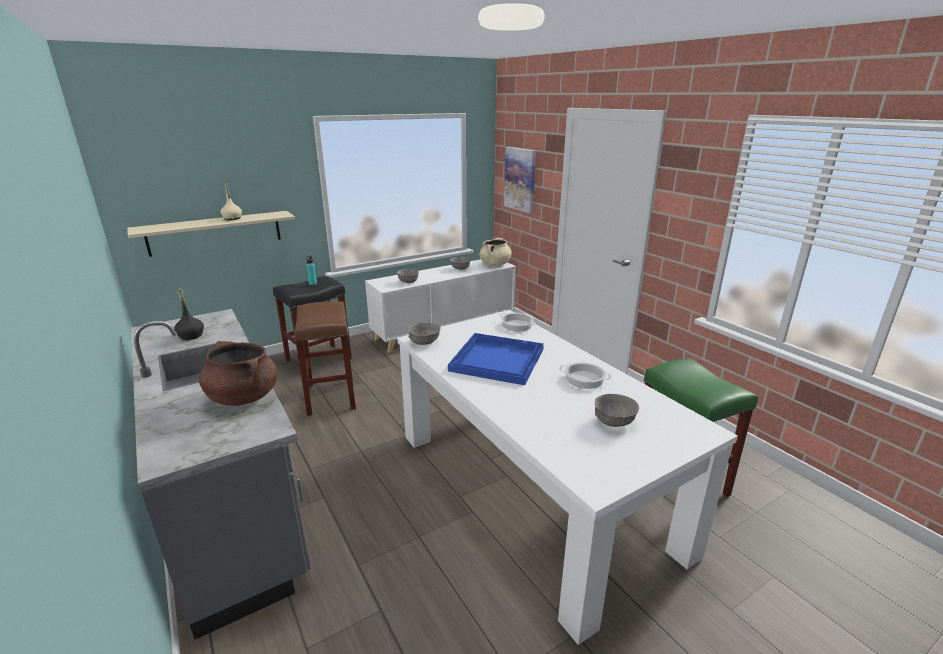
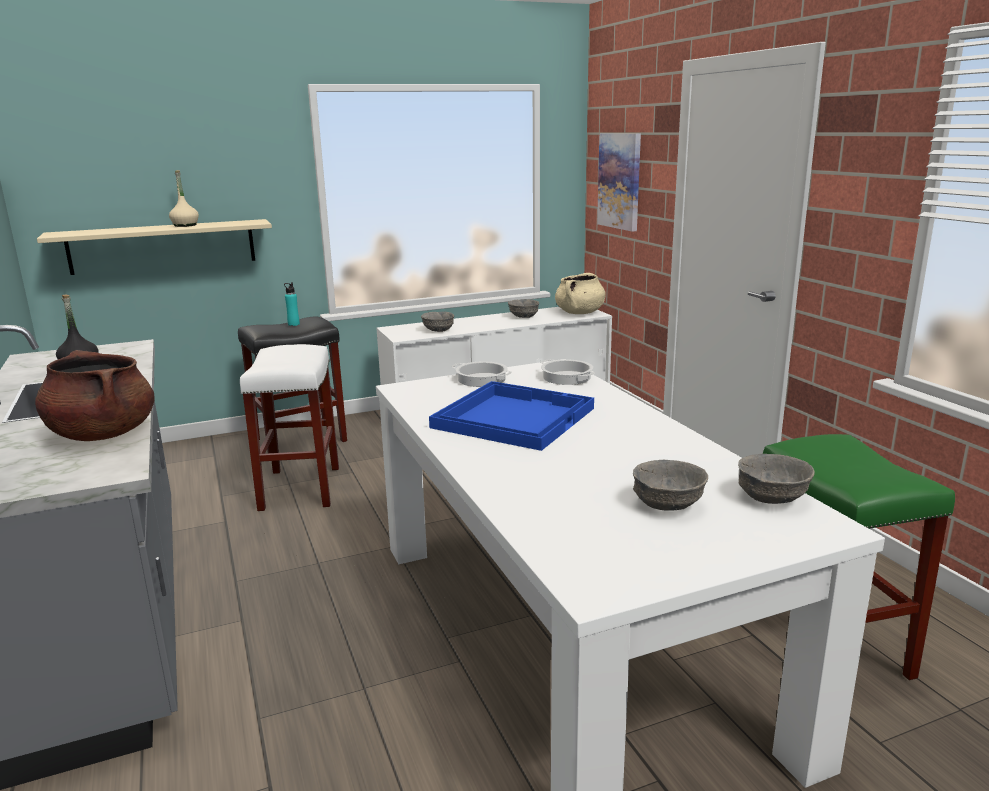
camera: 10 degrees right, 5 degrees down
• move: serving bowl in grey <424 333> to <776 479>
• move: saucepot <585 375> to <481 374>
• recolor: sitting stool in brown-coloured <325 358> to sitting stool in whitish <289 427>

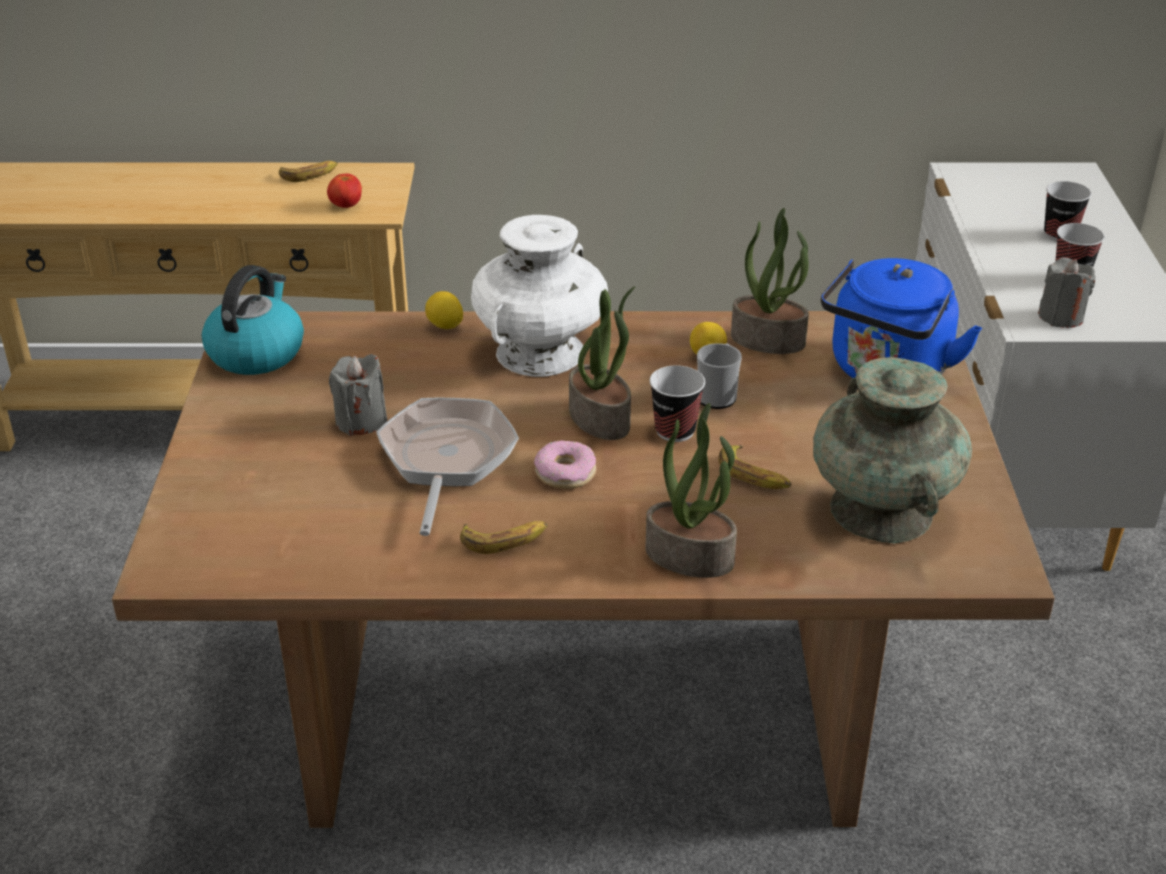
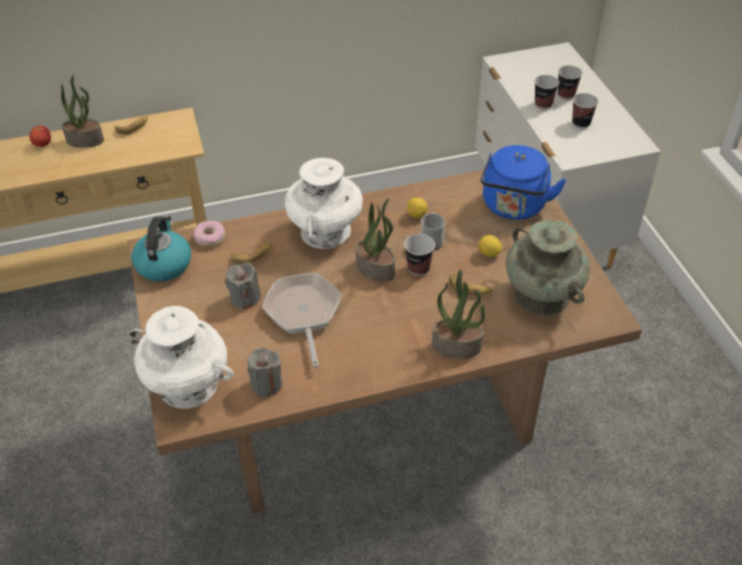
camera: 15 degrees left, 10 degrees up
• insert: decorative vase in whitish <182 357>
• insert: small cup <547 92>
• move: tomato <344 190> to <40 136>
• move: whole lemon <444 310> to <490 246>
• move: banana fruit <504 537> to <251 254>
• move: doughnut <565 464> to <209 234>
• move: plant in a pot <770 281> to <82 111>
• move: candle in grey <1067 292> to <264 372>

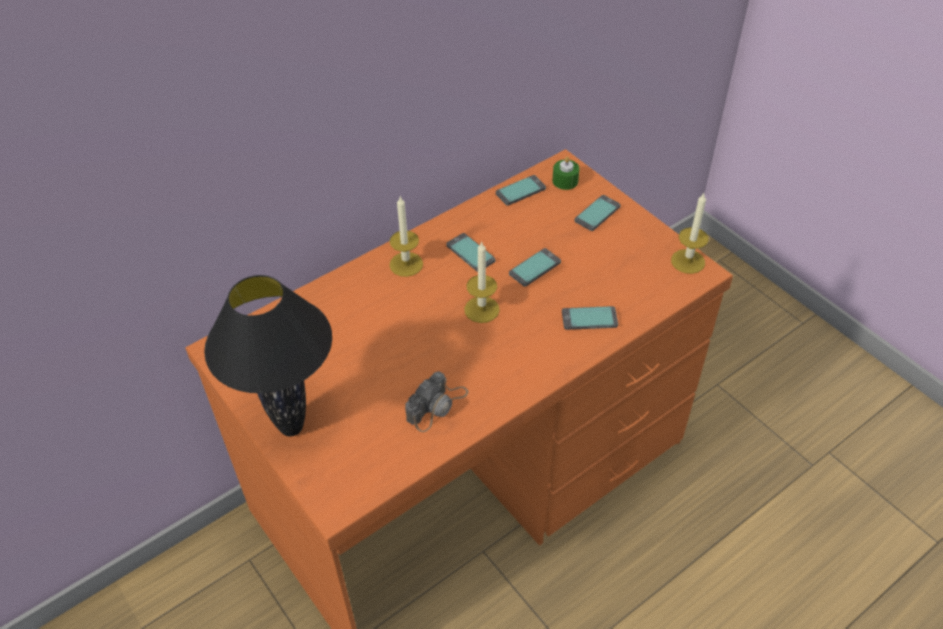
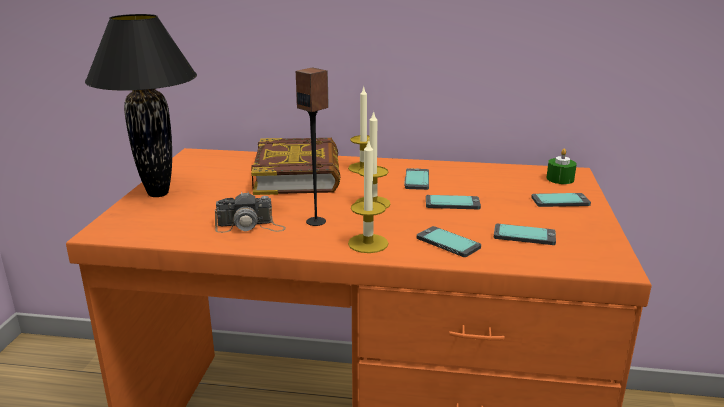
camera: 45 degrees right, 25 degrees down
• insert: book <295 166>
• insert: audio speaker <312 146>
• move: handset <521 190> to <524 234>
• move: candle <689 233> to <368 196>

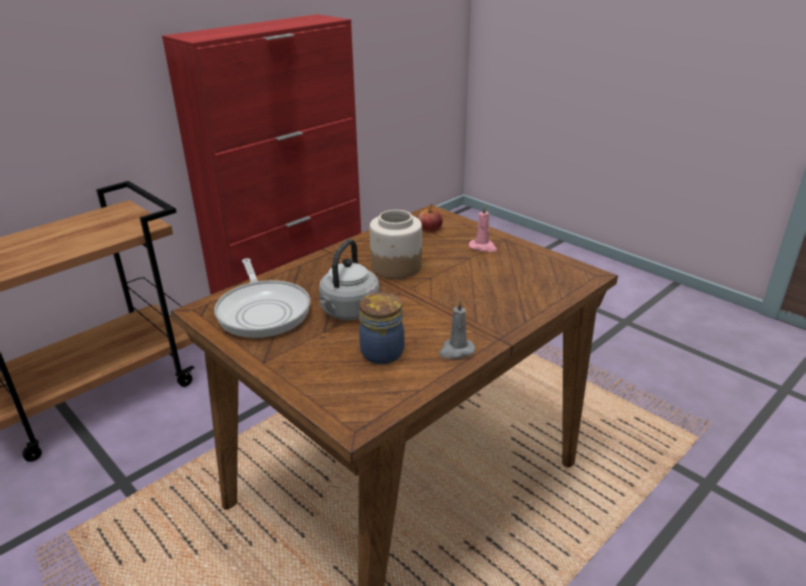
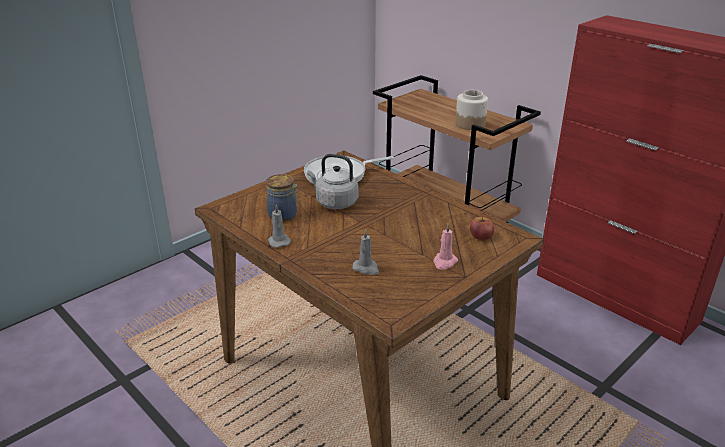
camera: 90 degrees right, 0 degrees up
• insert: candle in grey <366 252>
• move: jar <396 244> to <471 110>

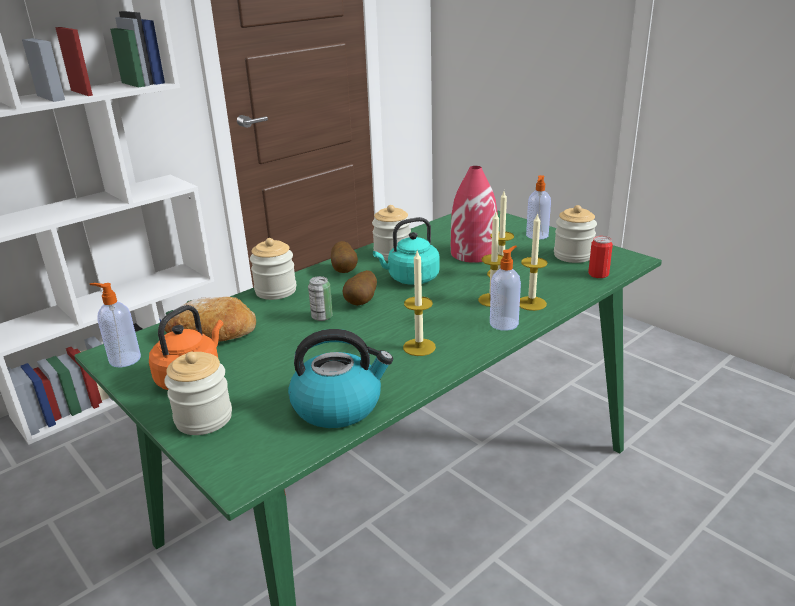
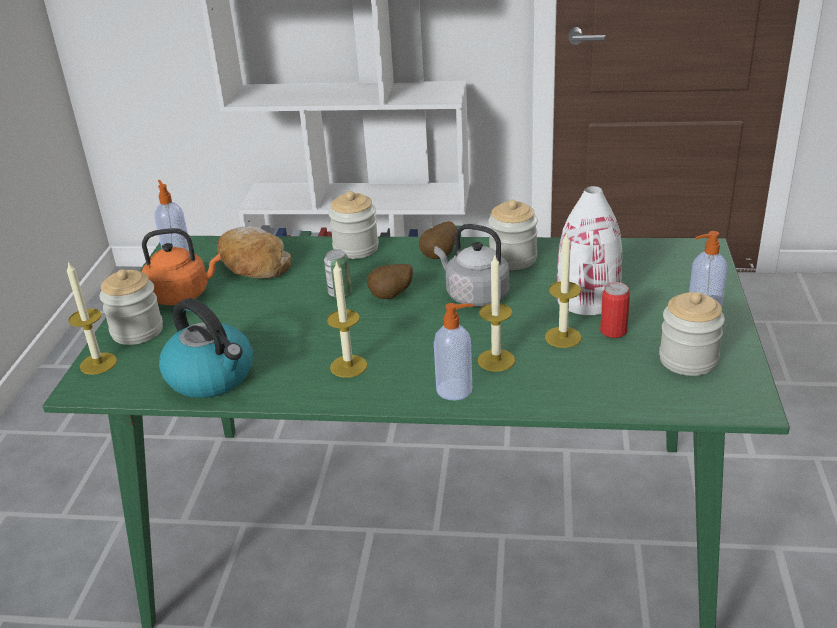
camera: 50 degrees right, 5 degrees up
• move: candle <534 262> to <92 318>
• move: can <600 257> to <615 310>
• recolor: kettle in blue-green <406 251> to kettle in grey <472 265>
• recolor: decorative vase in reddish <474 214> to decorative vase in whitish <589 250>

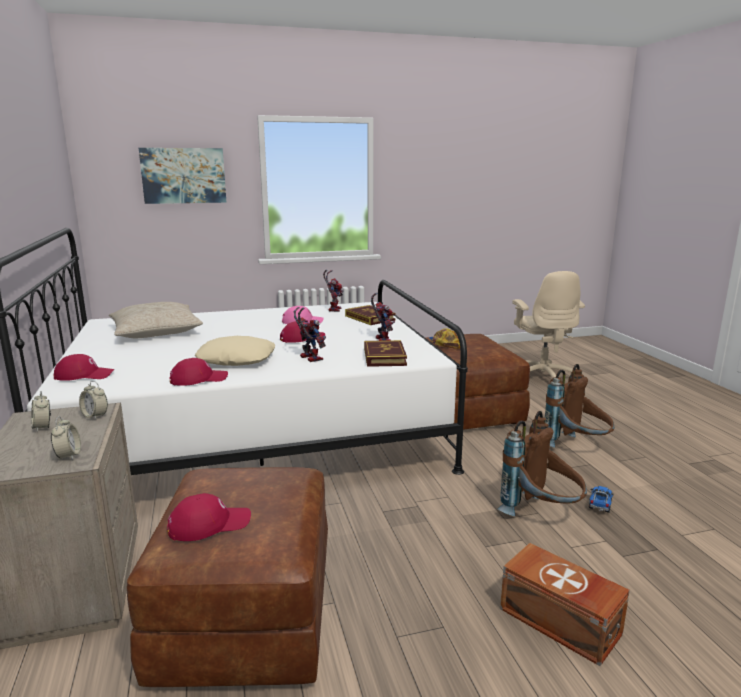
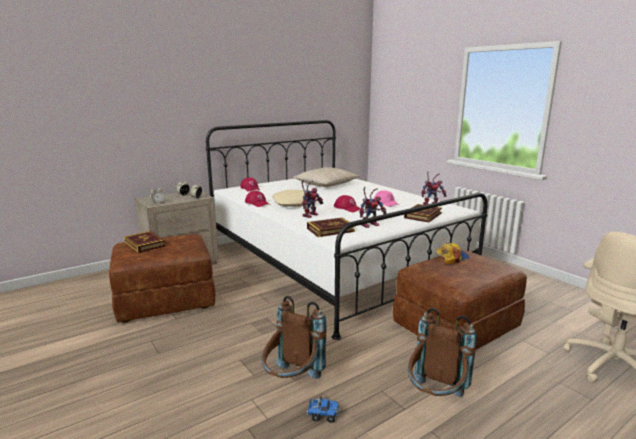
camera: 70 degrees right, 0 degrees up
• delete: wall picture <183 176>
• delete: storage bin in brown-coloured <565 604>
• replace: cap in reddish <209 517> to book <145 242>

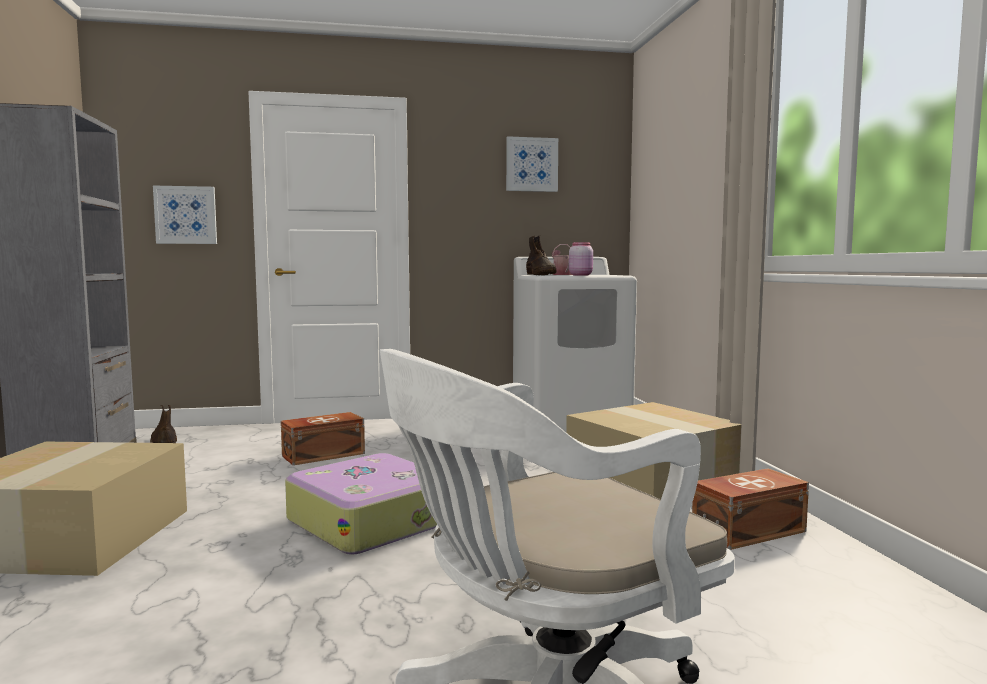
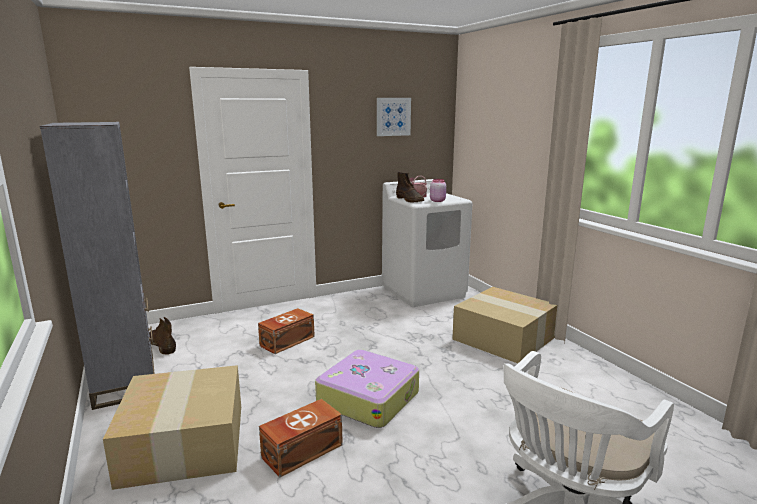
camera: 15 degrees left, 10 degrees up
• delete: wall picture <185 214>
• move: storage bin in brown-coloured <750 509> to <301 438>

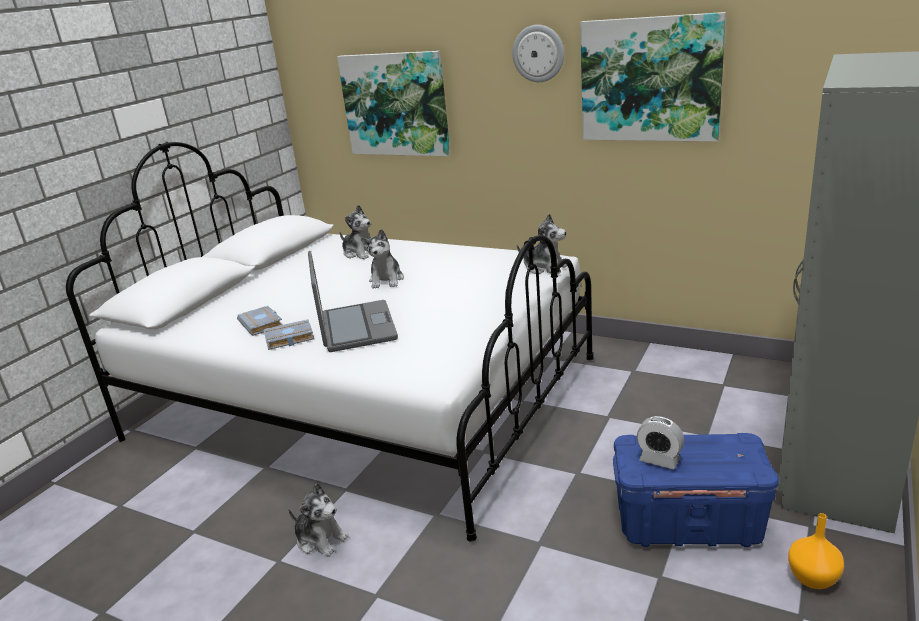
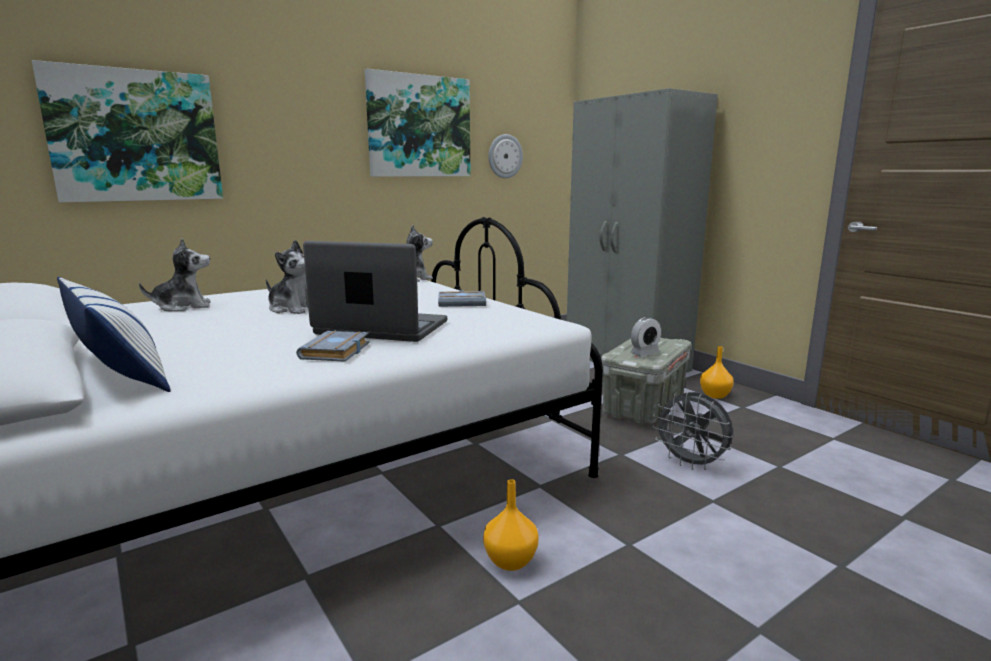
camera: 65 degrees left, 10 degrees down
• insert: cushion <114 334>
• insert: fan in grey <692 430>
• move: book in grey <260 321> to <462 298>
• move: clock on the wall <538 53> to <506 156>
• replace: soft toy <318 520> to decorative vase in orangey <511 525>
• recolor: storage bin in bluish <696 490> to storage bin in grey <646 381>

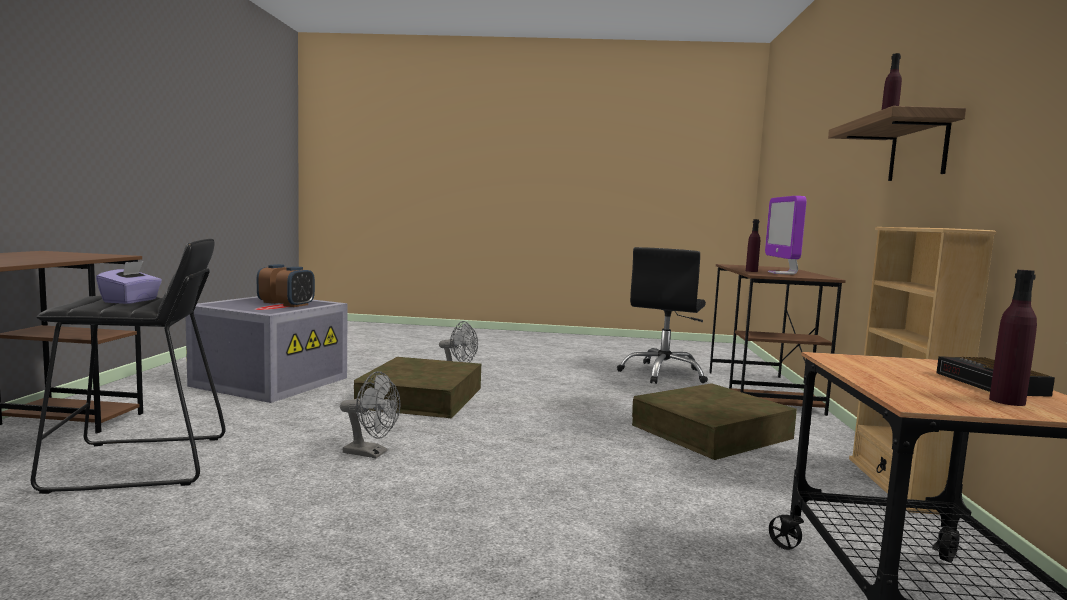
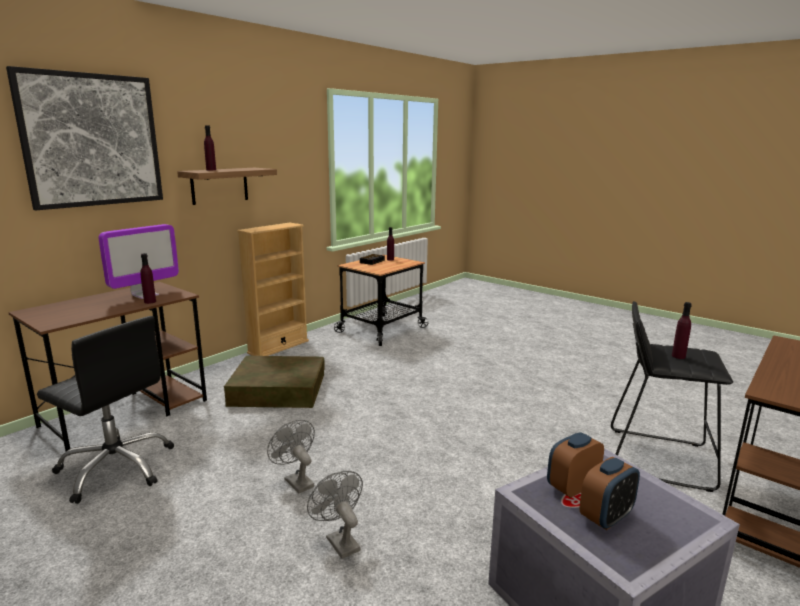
camera: 145 degrees left, 10 degrees up
• delete: storage bin in brown-coloured <417 387>
• insert: wall picture <84 138>
• move: fan in grey <370 414> to <291 457>
• replace: tissue holder in purple <129 282> to bottle in purple <682 330>
• rotate: desk chair in blackish <662 315> = <105 410> 60 degrees clockwise

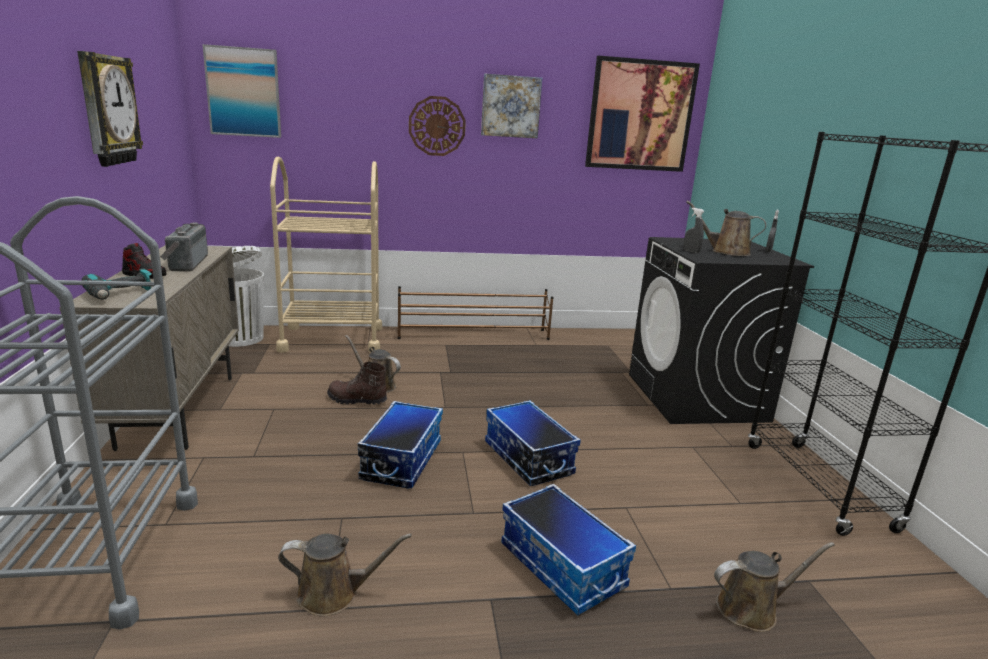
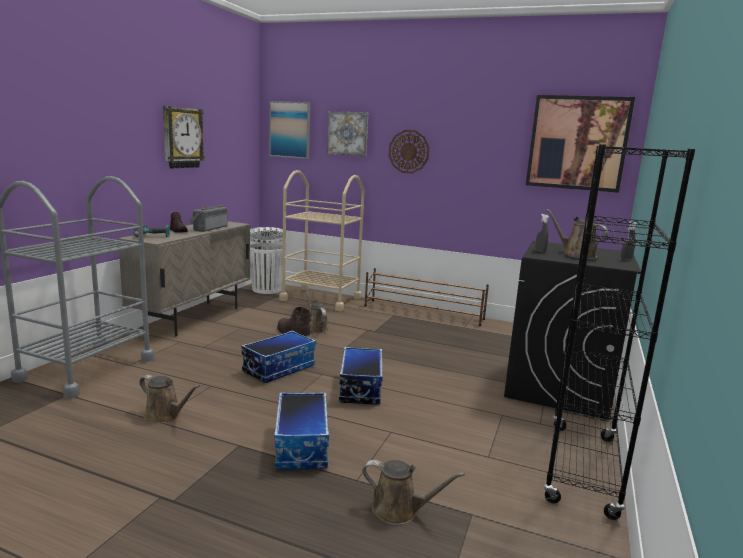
camera: 30 degrees right, 5 degrees down
• move: wall picture <511 106> to <347 133>

